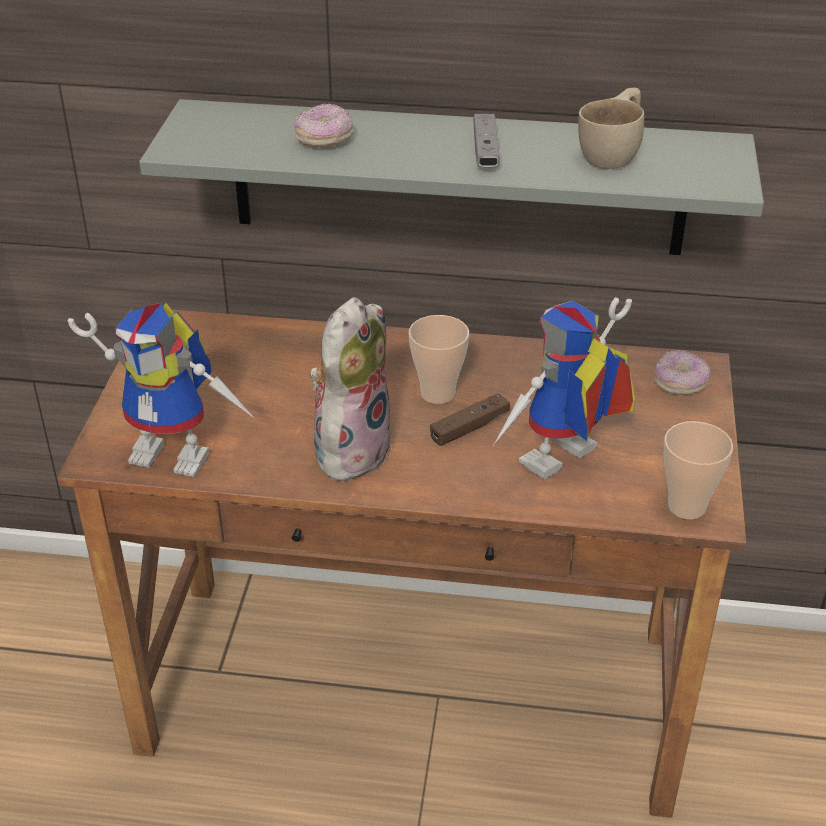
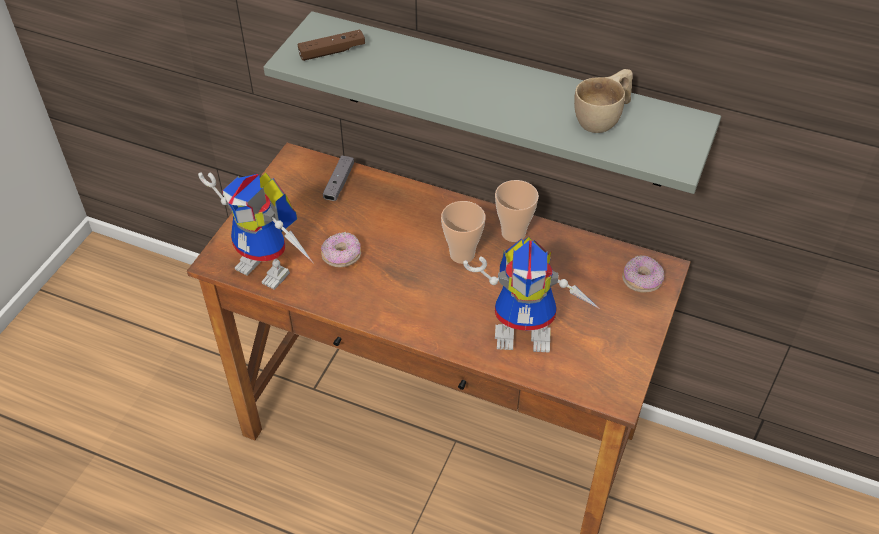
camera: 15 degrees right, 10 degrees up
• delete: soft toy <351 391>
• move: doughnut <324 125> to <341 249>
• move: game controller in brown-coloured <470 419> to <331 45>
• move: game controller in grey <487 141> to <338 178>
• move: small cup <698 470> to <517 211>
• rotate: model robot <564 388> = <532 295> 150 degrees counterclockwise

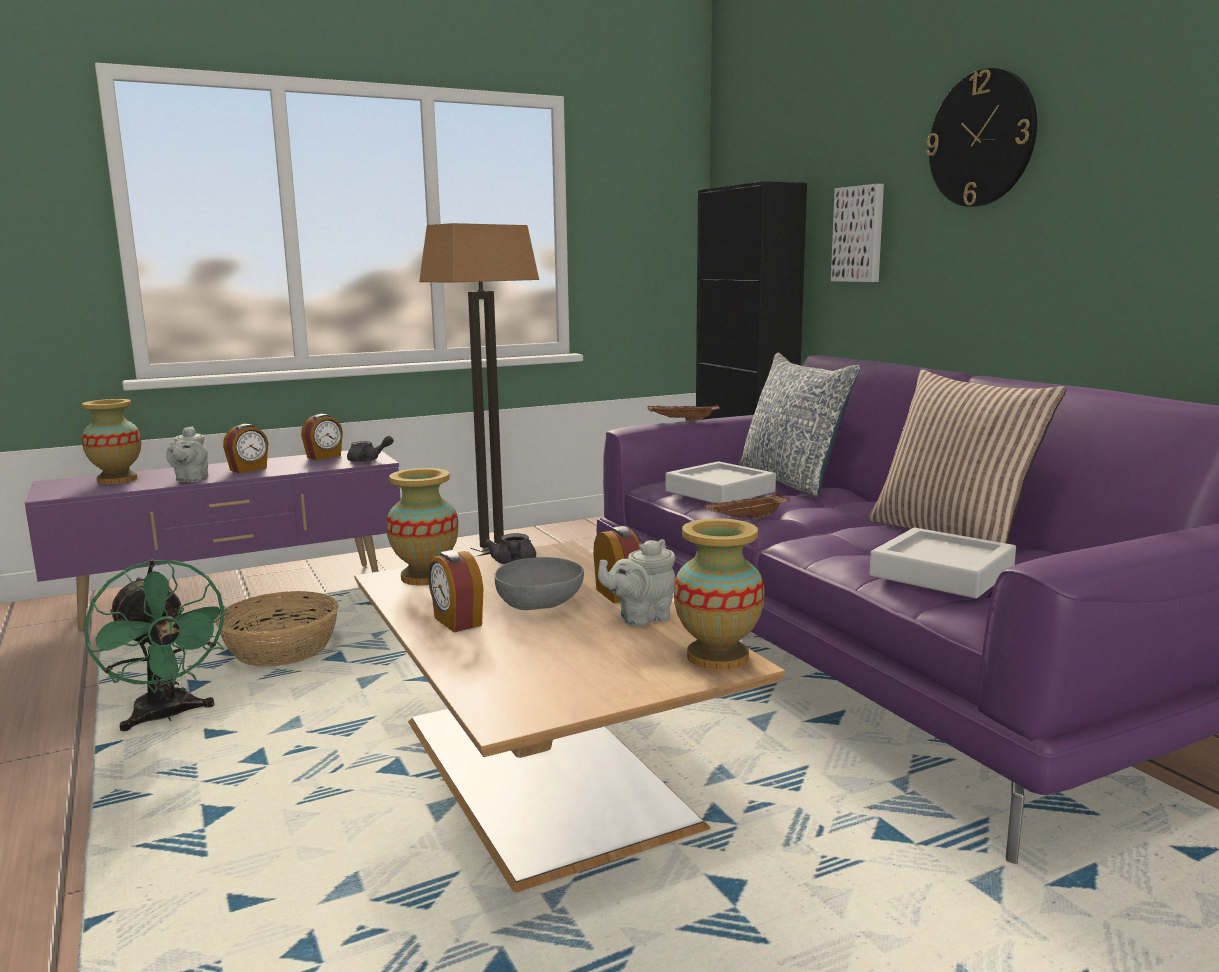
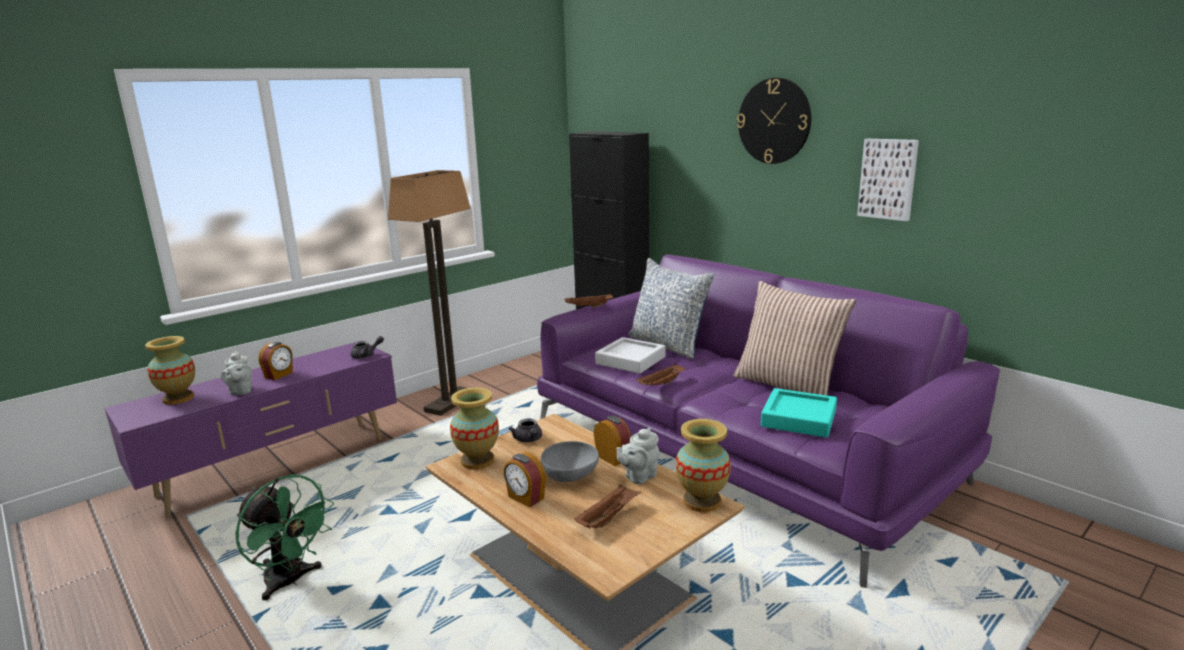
camera: 15 degrees left, 5 degrees up
• delete: storage basket <277 629>
• delete: table clock <322 437>
• insert: tray in brown-coloured <608 506>
• move: wall picture <857 233> to <888 180>
• recolor: tray in grey <942 563> to tray in blue-green <799 413>

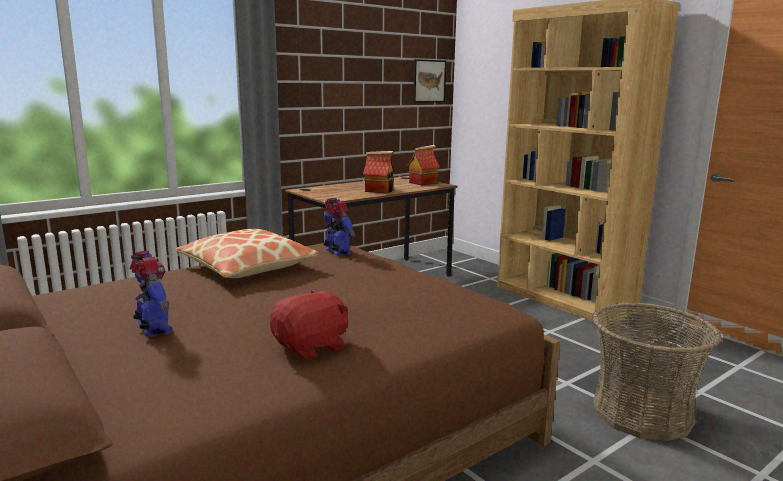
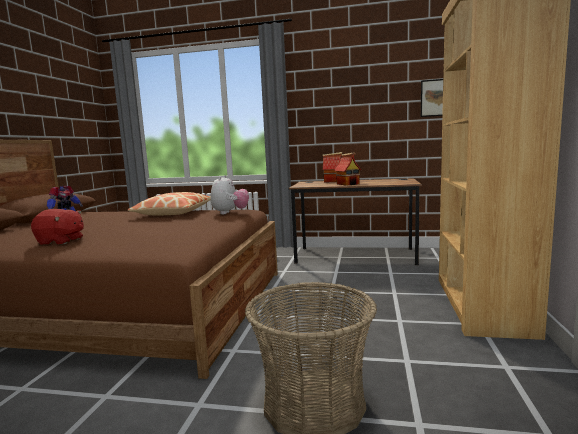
camera: 50 degrees right, 5 degrees down
• move: toy house <423 165> to <332 167>
• replace: model robot <339 227> to soft toy <230 194>

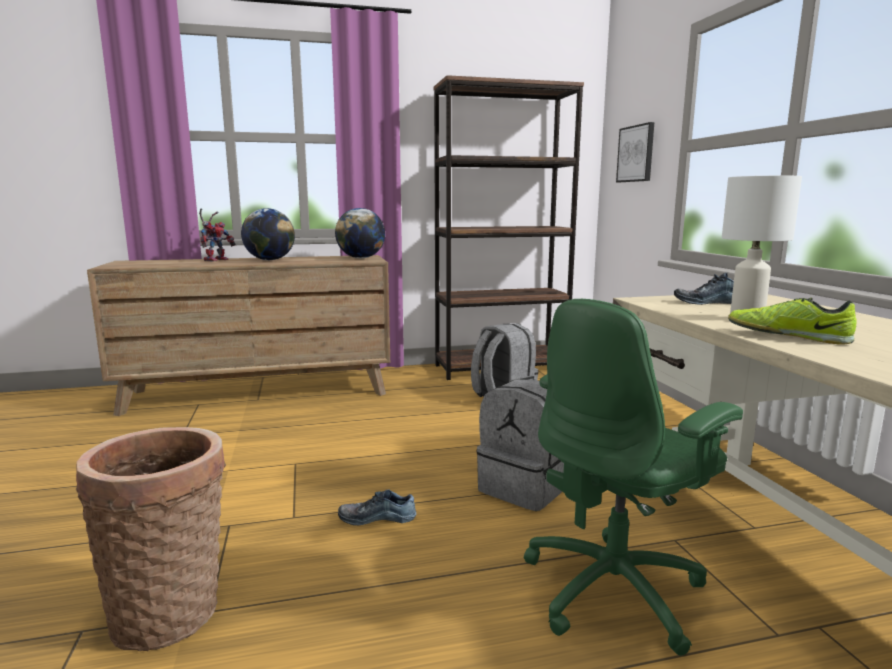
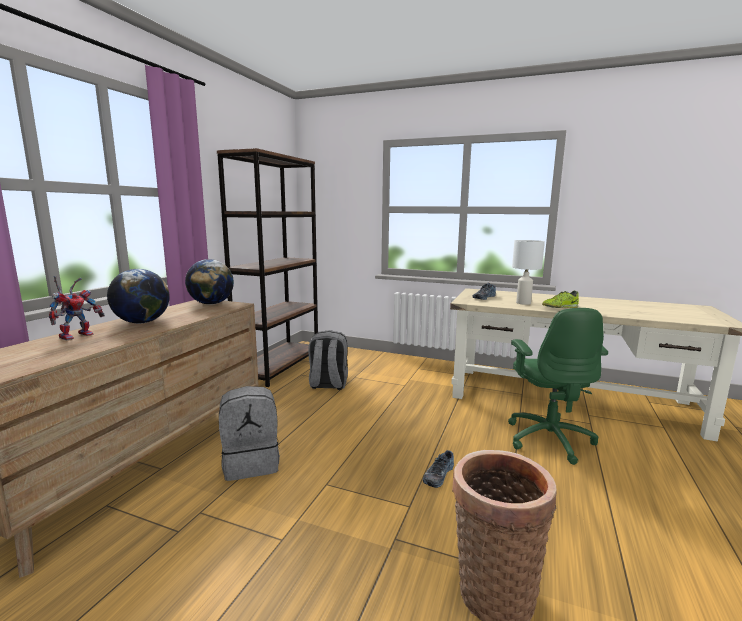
camera: 55 degrees left, 0 degrees up
• delete: wall picture <635 152>
• move: backpack in grey <520 445> to <249 433>
• rotate: model robot <217 234> = <77 308> 60 degrees clockwise

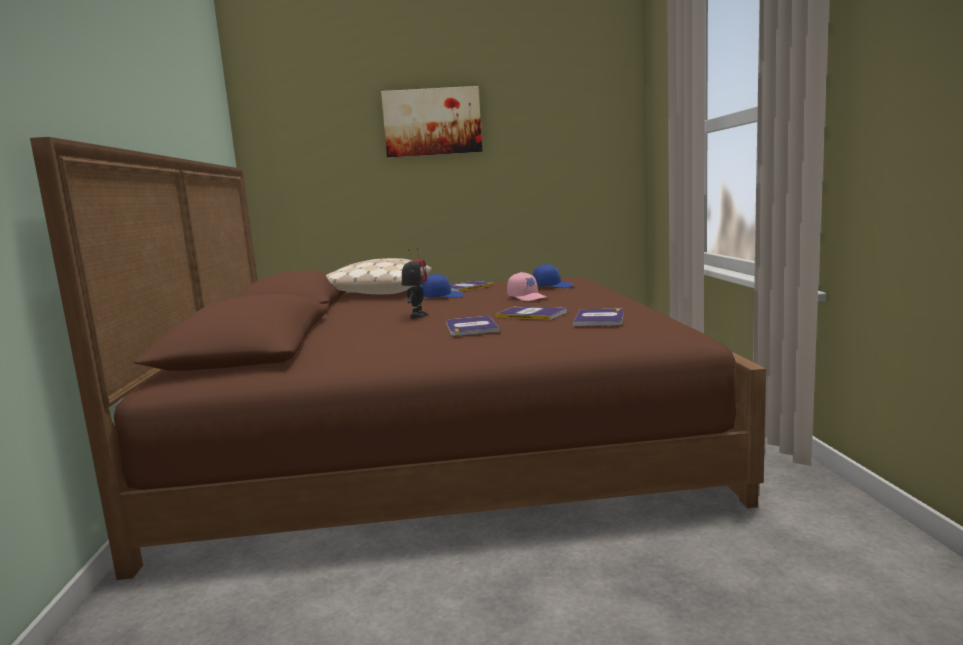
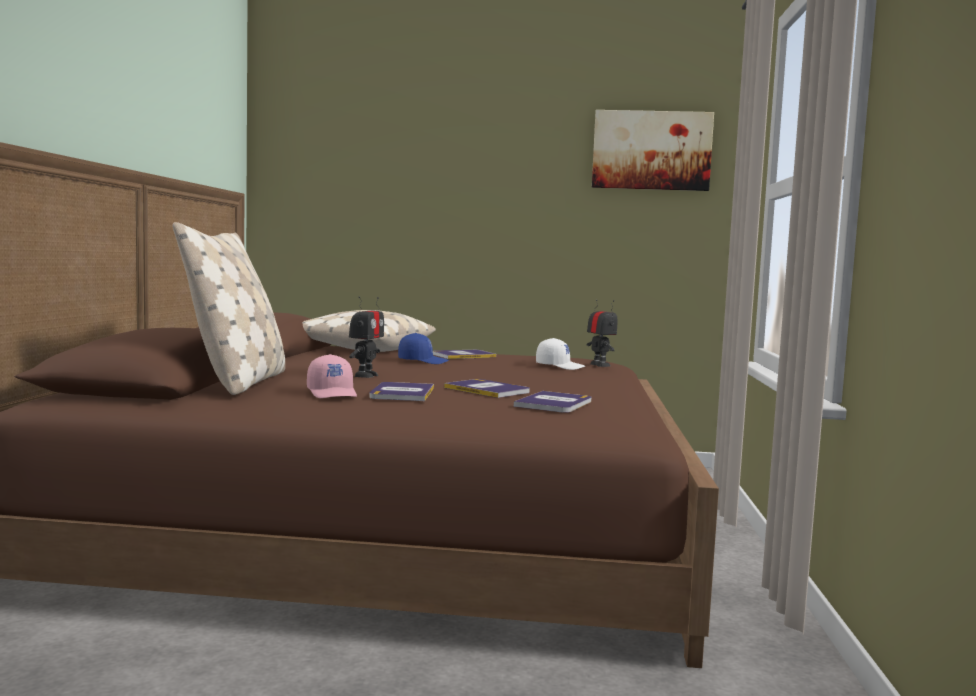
camera: 10 degrees right, 5 degrees down
• insert: cushion in sand-coloured <228 308>
• insert: model robot <602 333>
• move: wall picture <431 122> to <653 150>
• move: cap in pinkish <527 286> to <332 376>
• recolor: cap in bluish <553 276> to cap in whitish <560 354>

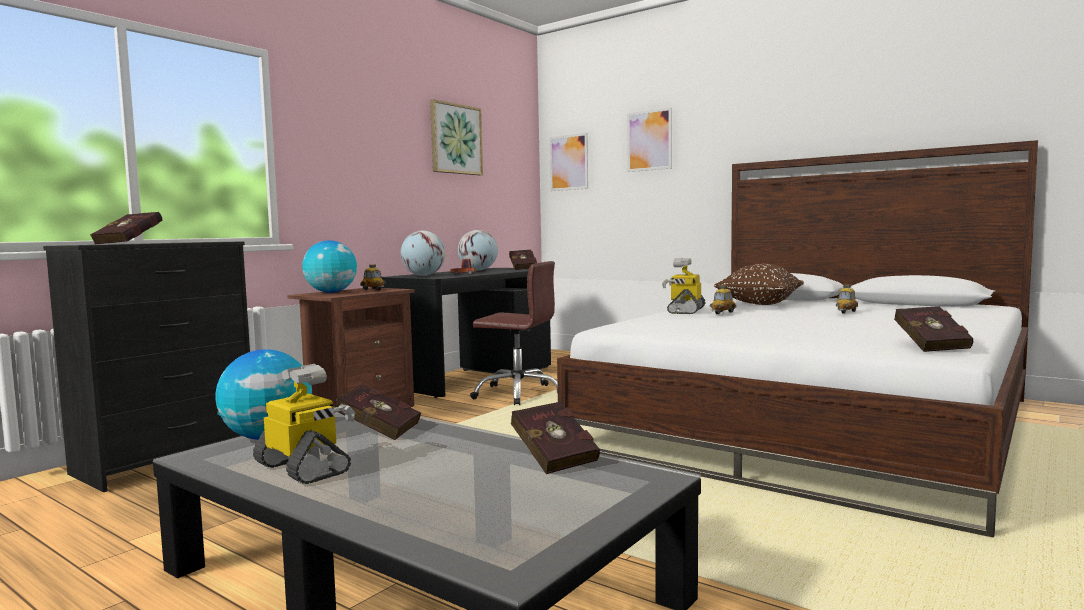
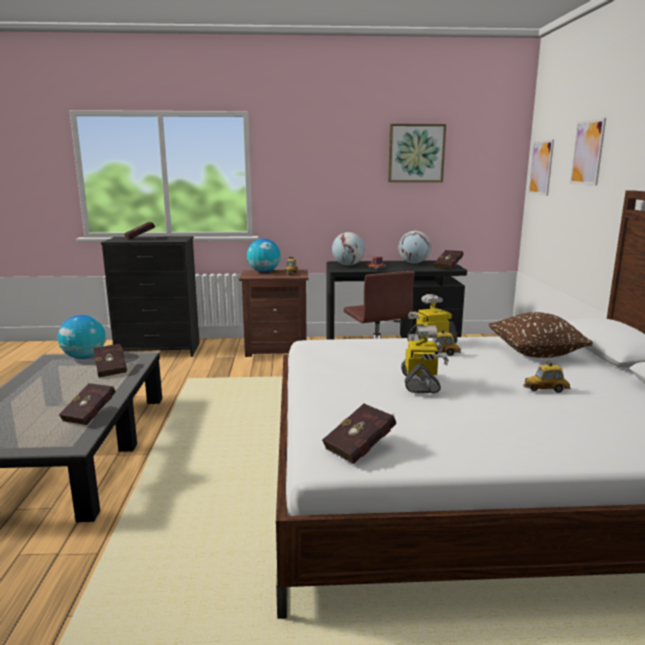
camera: 50 degrees right, 10 degrees up
• move: model robot <304 424> to <425 359>

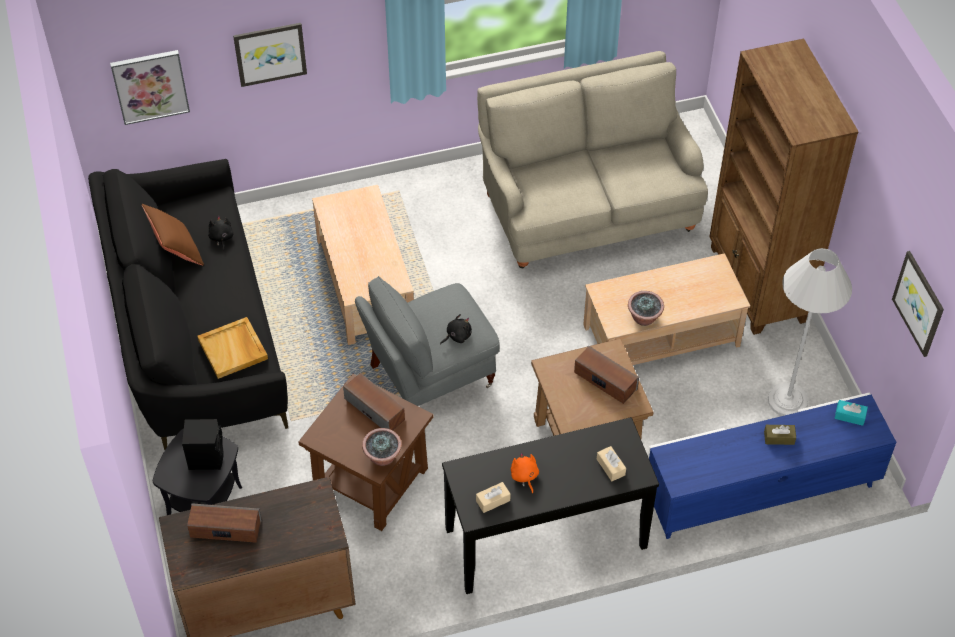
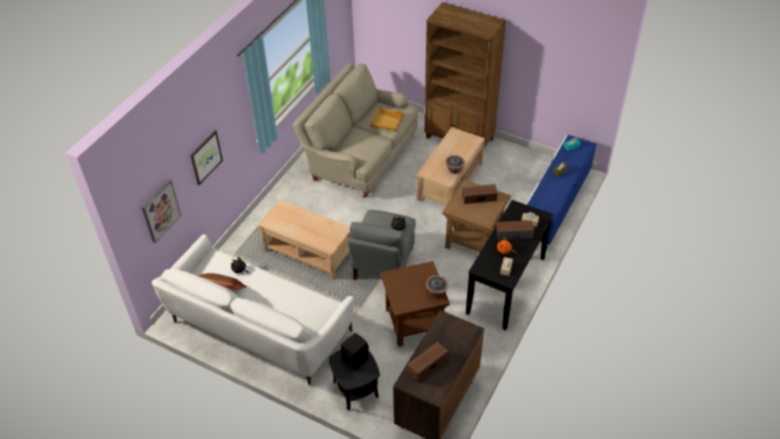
camera: 45 degrees left, 5 degrees down
• delete: standard lamp in whitish <810 332>
• delete: wall picture <918 304>
• move: tray in sand-coloured <233 348> to <387 119>
• move: audio speaker <374 401> to <515 230>
• recolor: couch in blackish <188 304> to couch in whitish <253 309>

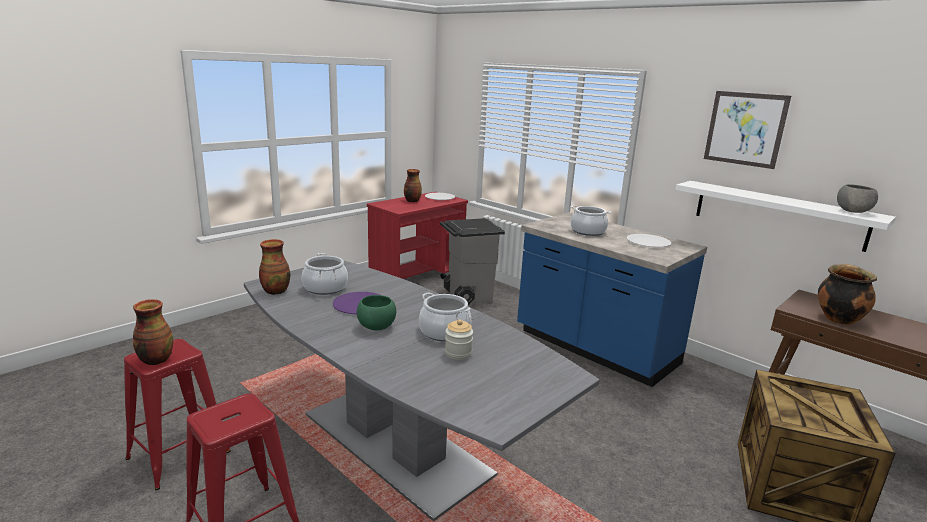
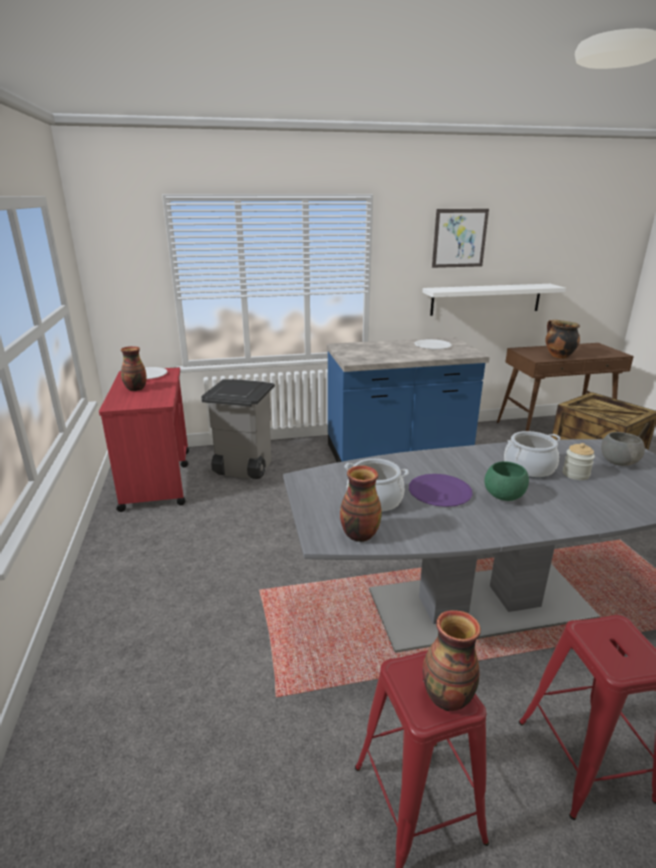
camera: 55 degrees left, 5 degrees up
• delete: saucepot <591 221>
• move: serving bowl in grey <857 198> to <623 449>

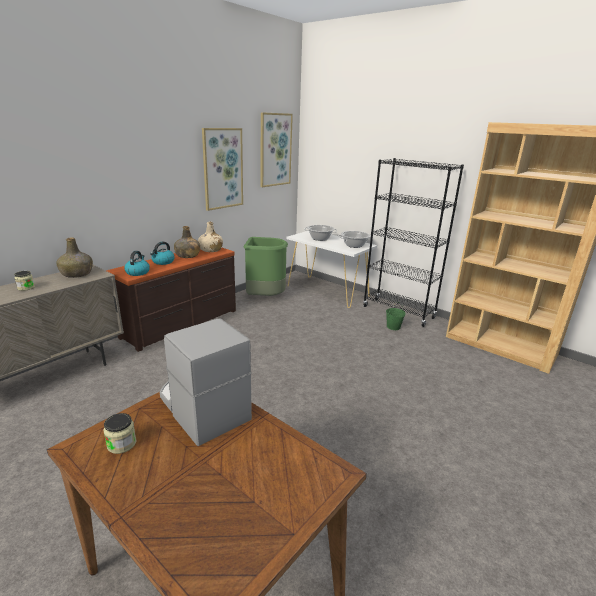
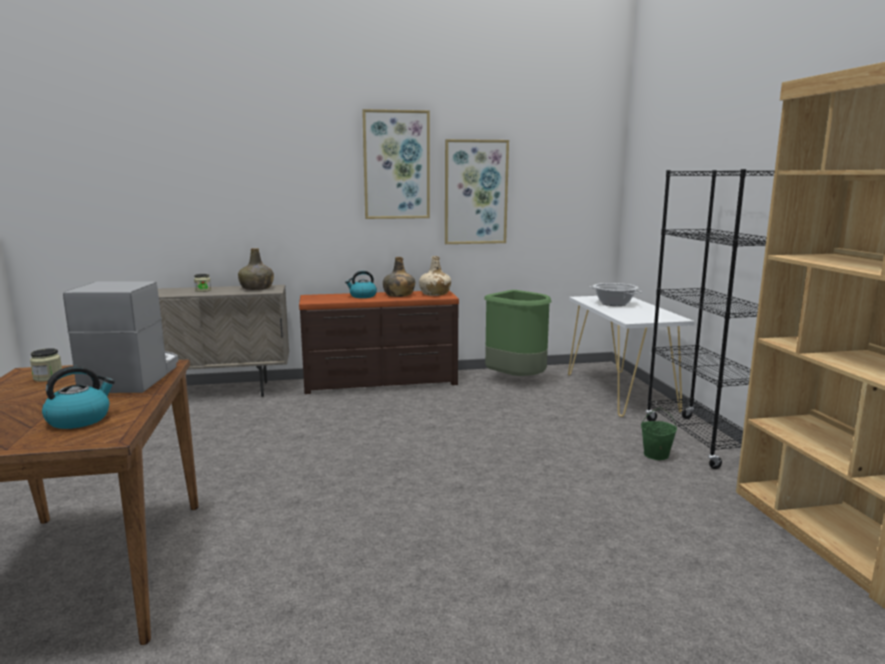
camera: 40 degrees right, 10 degrees down
• delete: saucepot <354 239>
• move: kettle <137 263> to <78 397>
• move: wall picture <276 149> to <396 164>

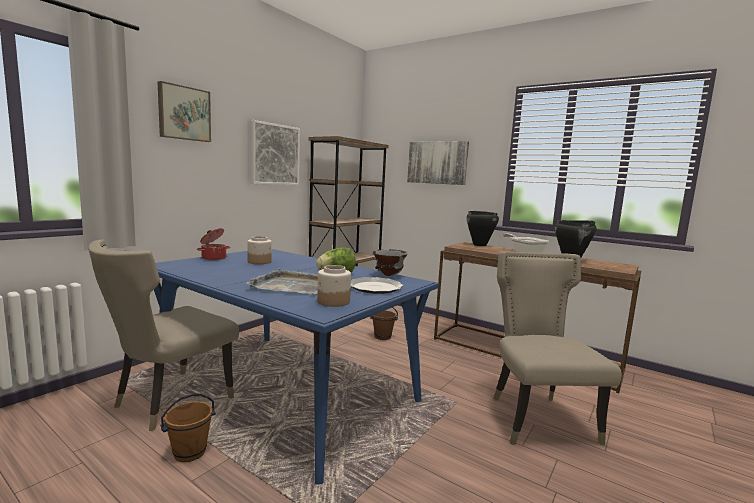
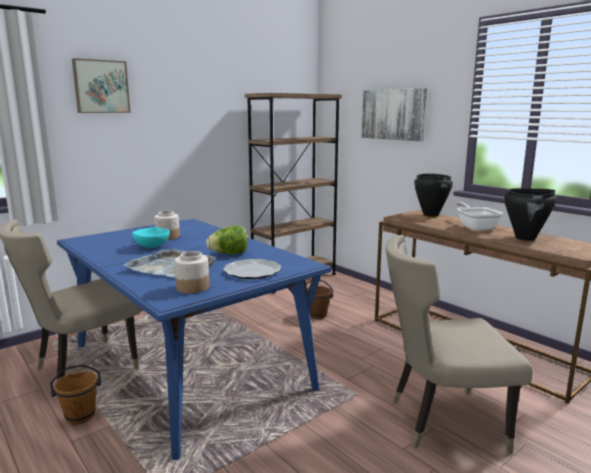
camera: 15 degrees right, 5 degrees up
• delete: saucepot <213 244>
• delete: wall picture <275 152>
• delete: serving bowl in grey <390 262>
• insert: serving bowl in blue-green <151 237>
• rotate: plain chair in sand-coloured <557 348> = <459 344> 105 degrees counterclockwise

